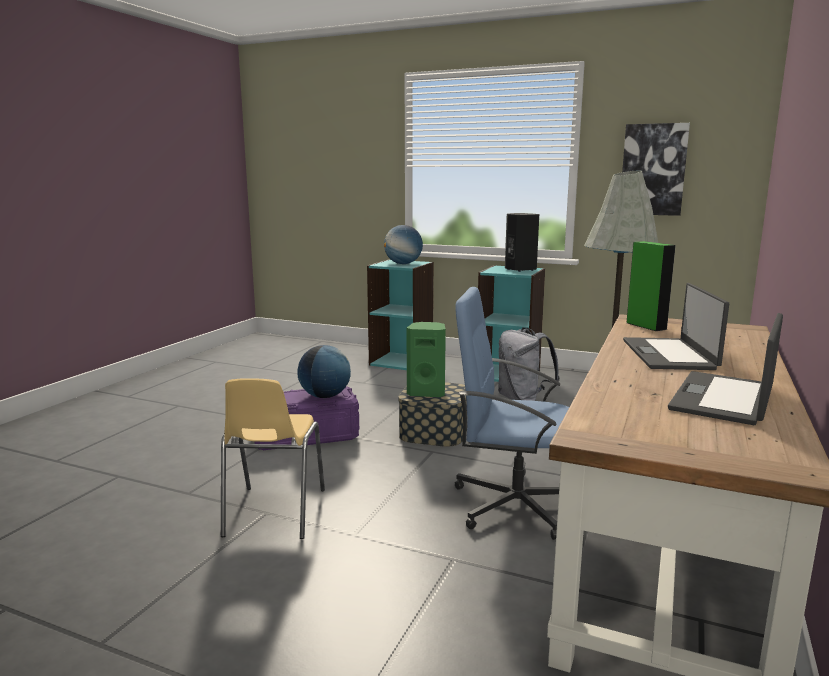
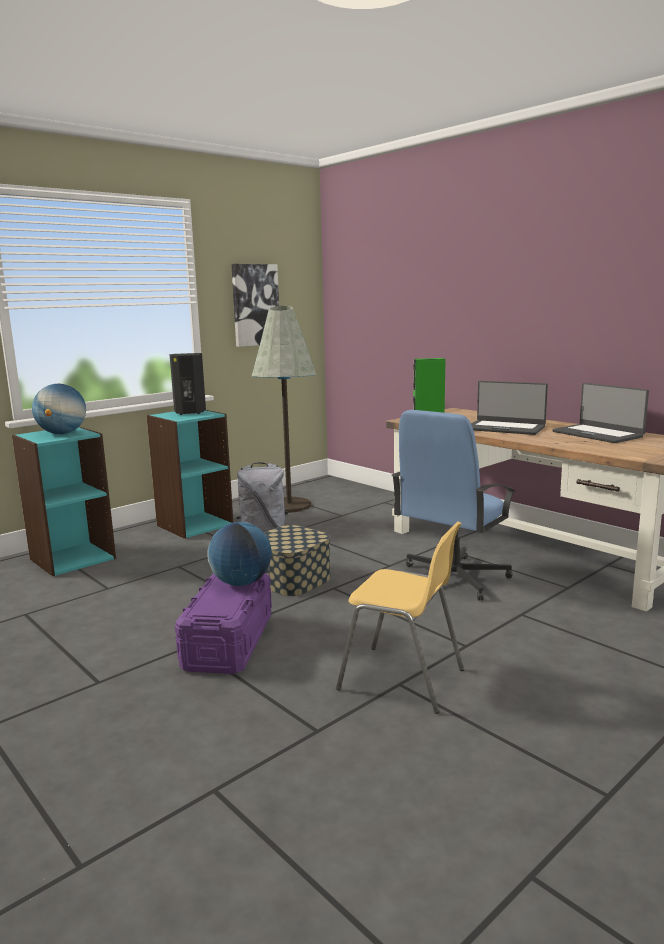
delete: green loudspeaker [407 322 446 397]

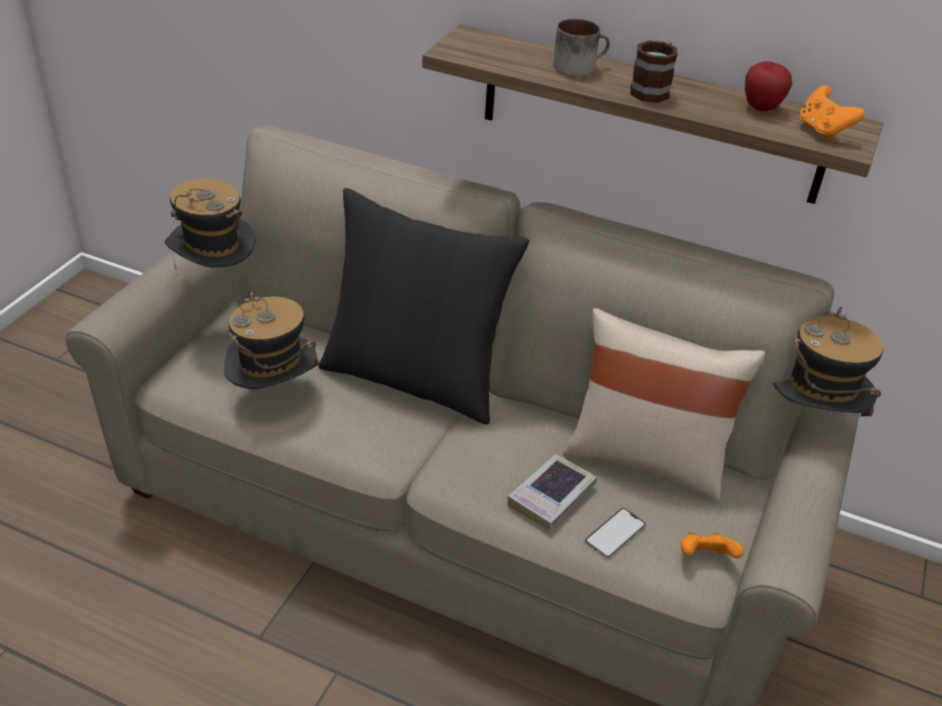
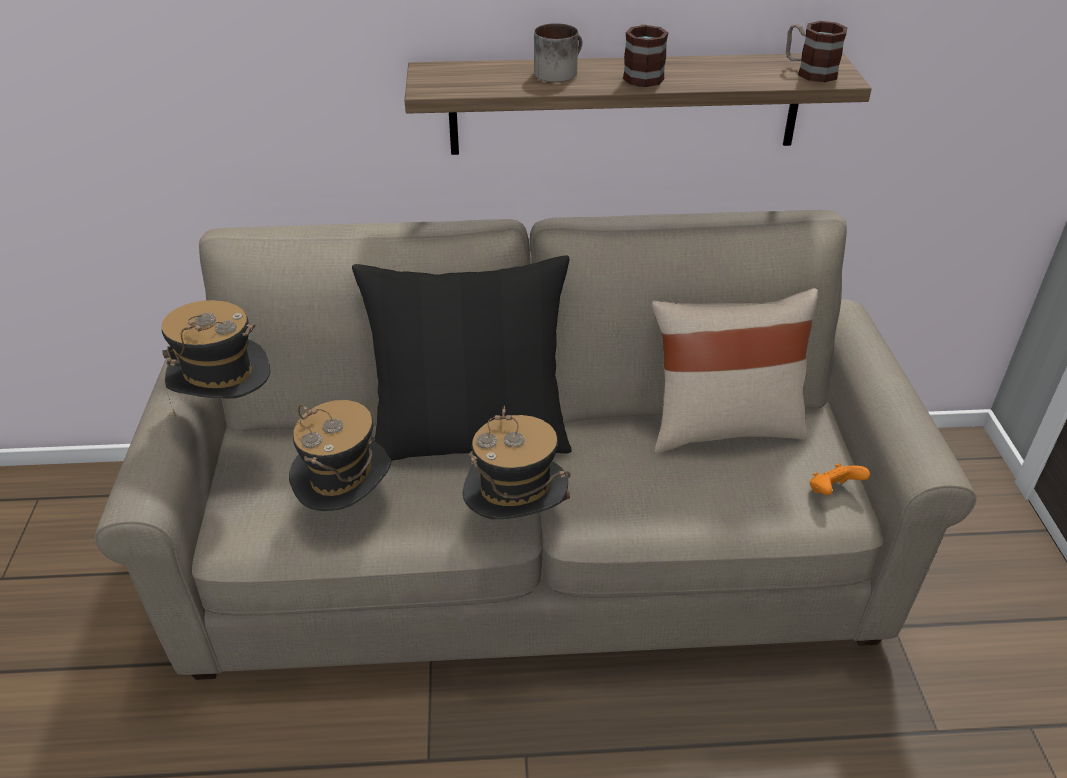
delete: apple fruit [745 61 792 111]; volume [508 454 597 530]; handset [585 508 646 558]
move: hat [773 307 883 416] to [463 406 571 519]
replace: orange gamepad [799 86 865 140] to tea mug [786 21 848 82]

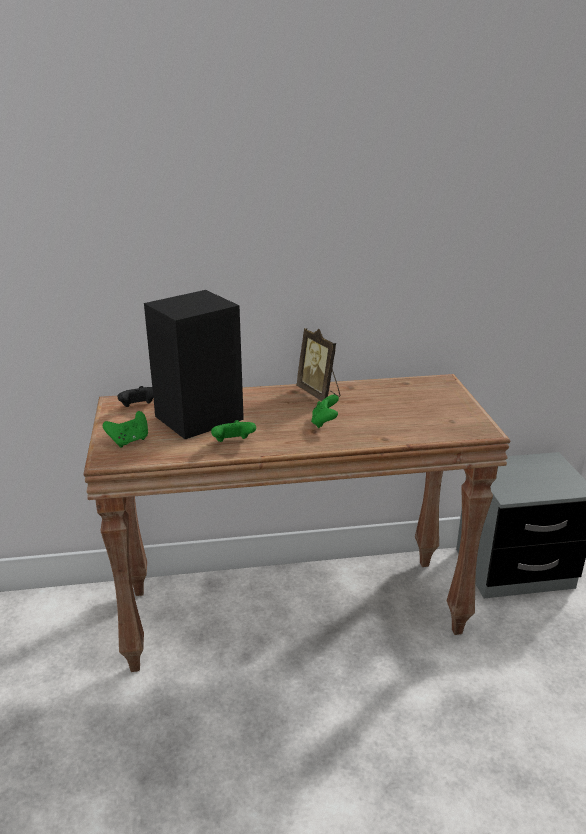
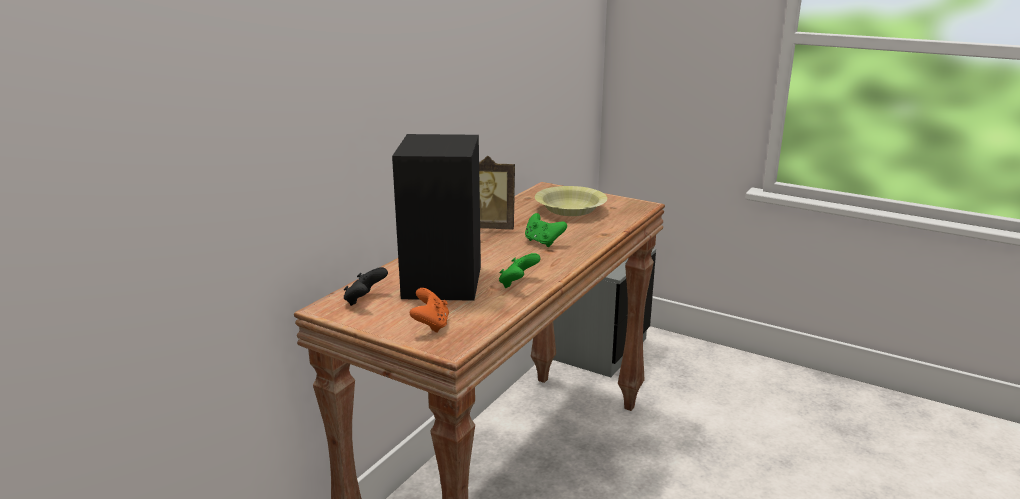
insert: yellow-coloured bowl [535 186 607 216]
recolor: green gamepad [103 411 148 447] to orange gamepad [410 288 449 333]

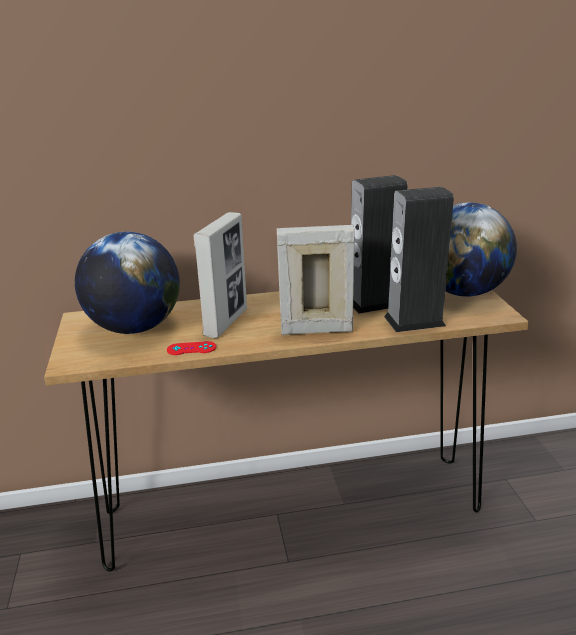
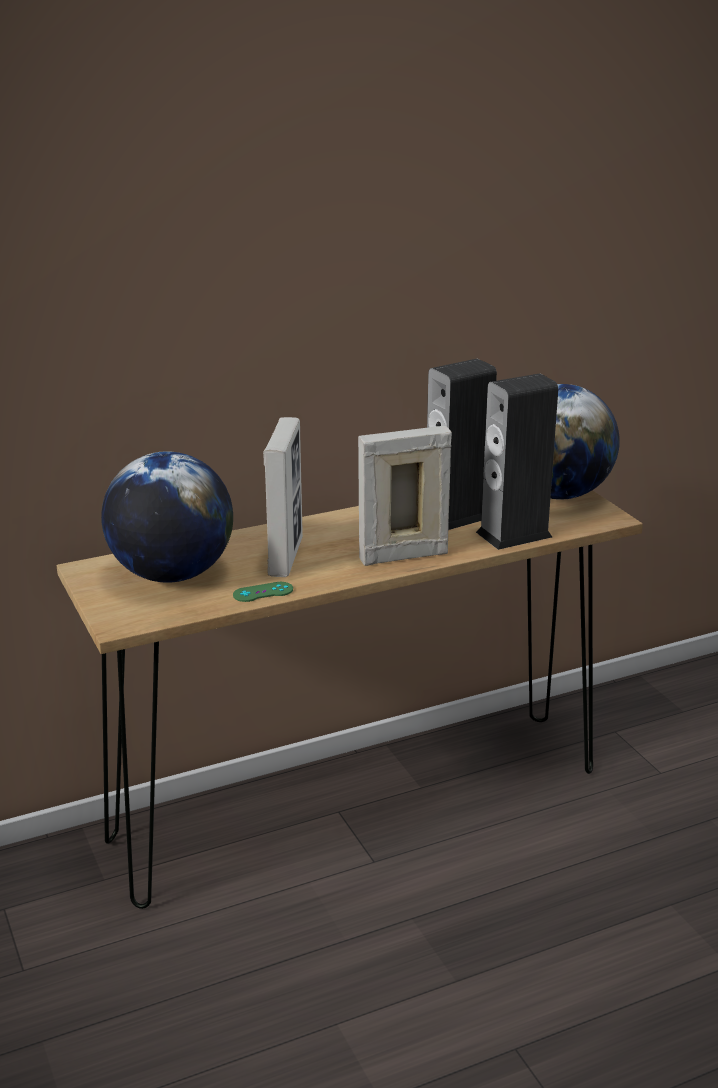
recolor: red-coloured gamepad [167 341 216 355] to green gamepad [233 582 293 602]

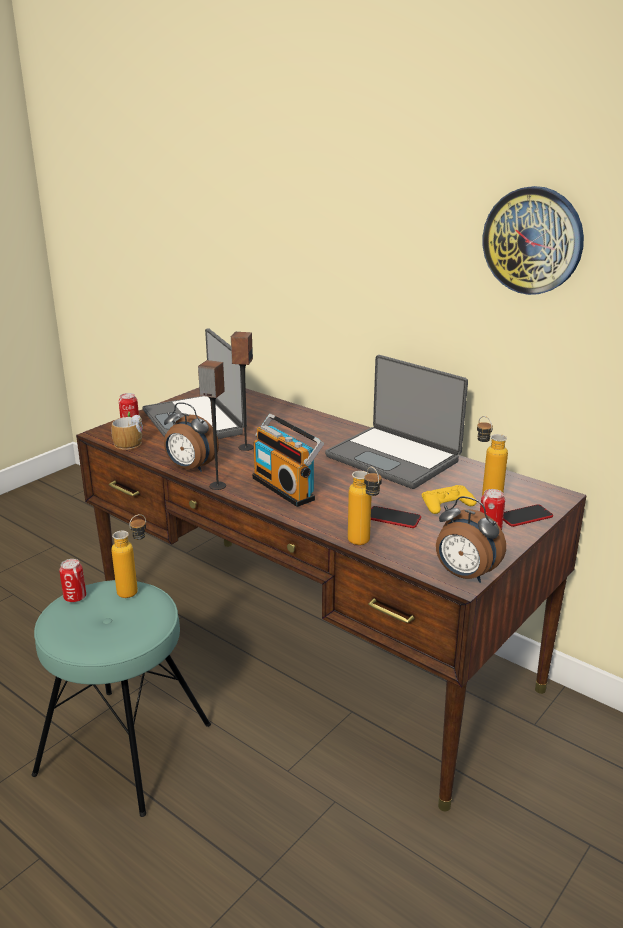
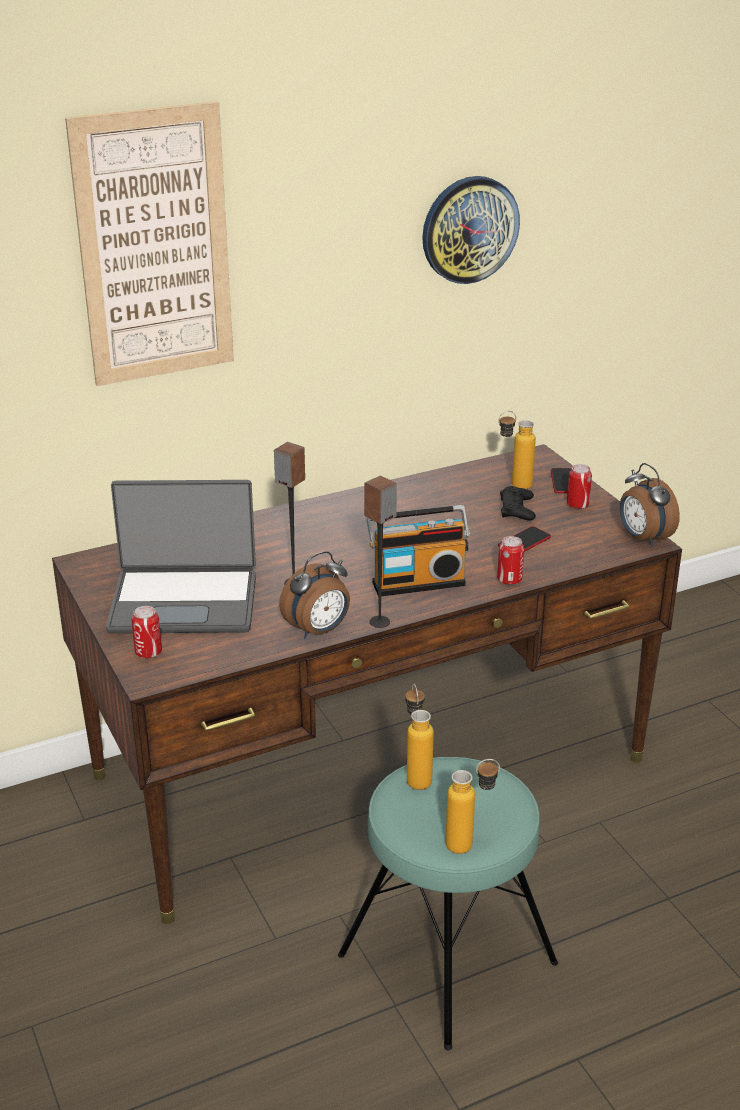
delete: laptop [325 355 468 489]; tea mug [111 412 143 450]
insert: picture [65 101 234 386]
move: beverage bottle [348 467 382 545] to [445 759 500 854]; sealed can [59 559 86 602] to [497 536 524 585]
recolor: yellow-coloured gamepad [422 485 477 514] to black-coloured gamepad [500 486 536 520]
rotate: table clock [436 496 506 583] = [620 463 680 547] 90 degrees clockwise

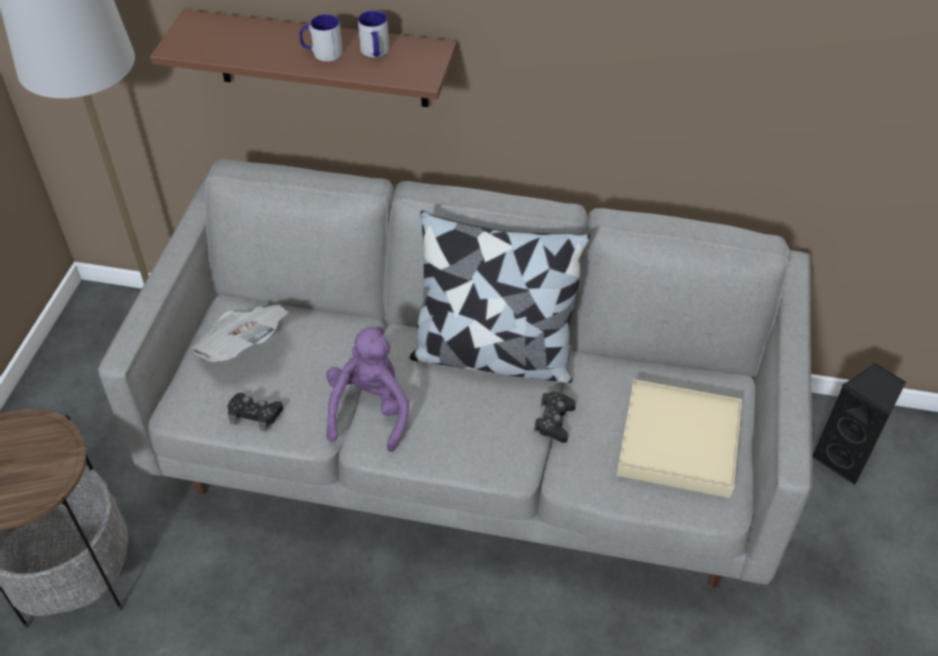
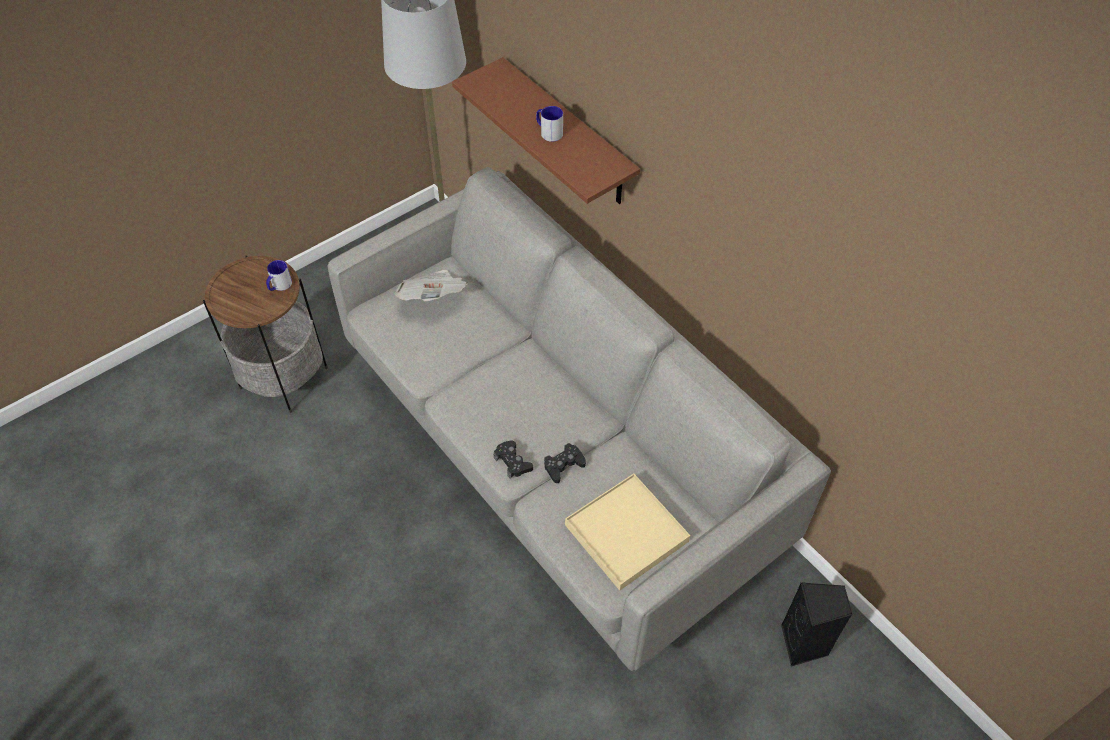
delete: throw pillow [409 210 590 383]; purplish plush toy [326 326 409 452]
move: tea mug [358 11 389 58] to [266 260 292 291]; black-coloured gamepad [228 393 283 432] to [494 440 533 479]

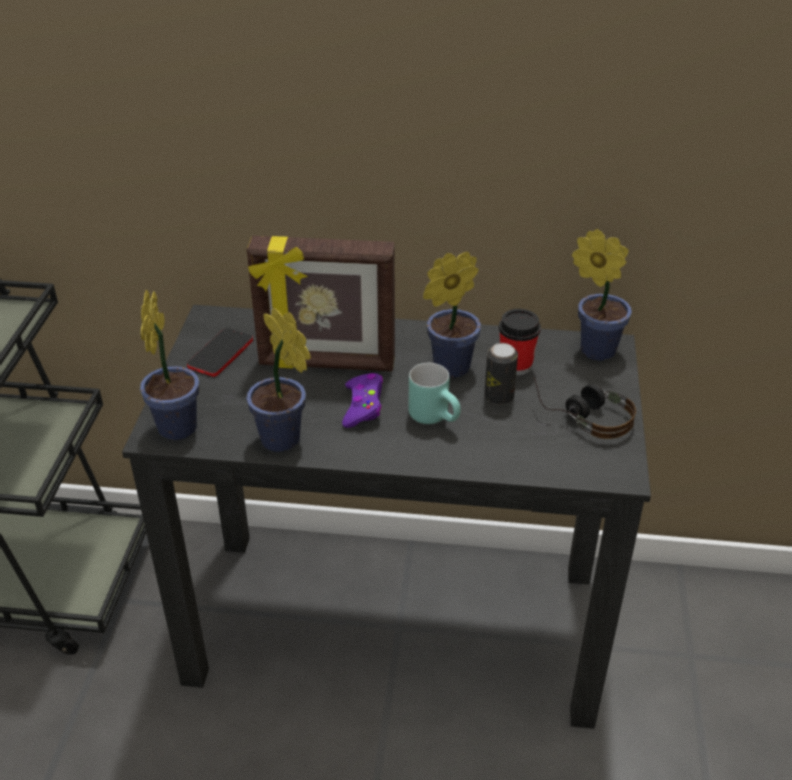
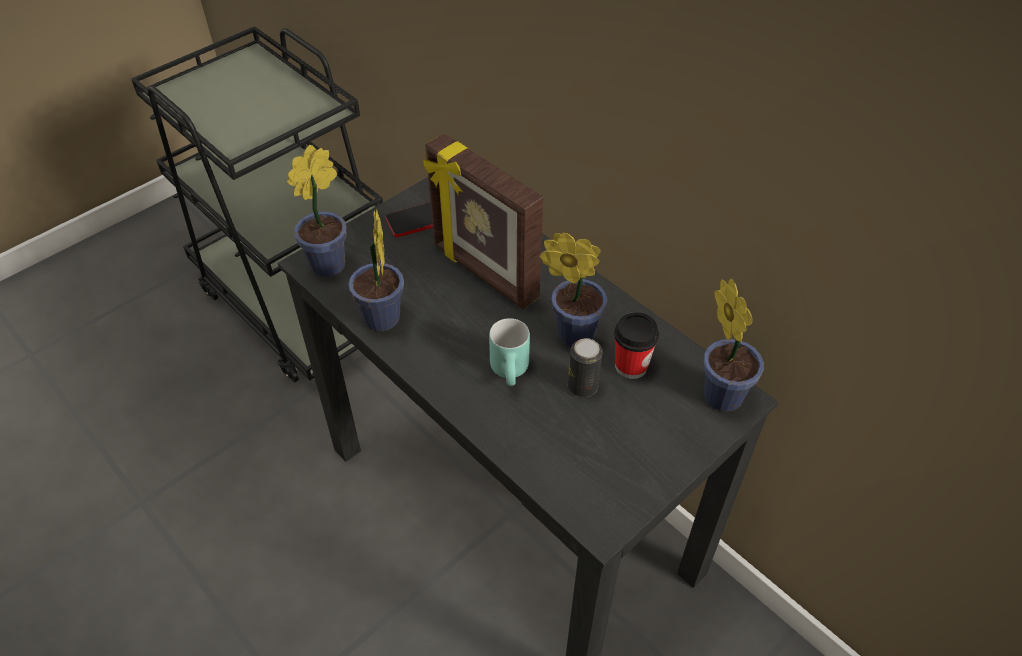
delete: purplish gamepad [342 373 383 428]; headphones [534 377 636 439]

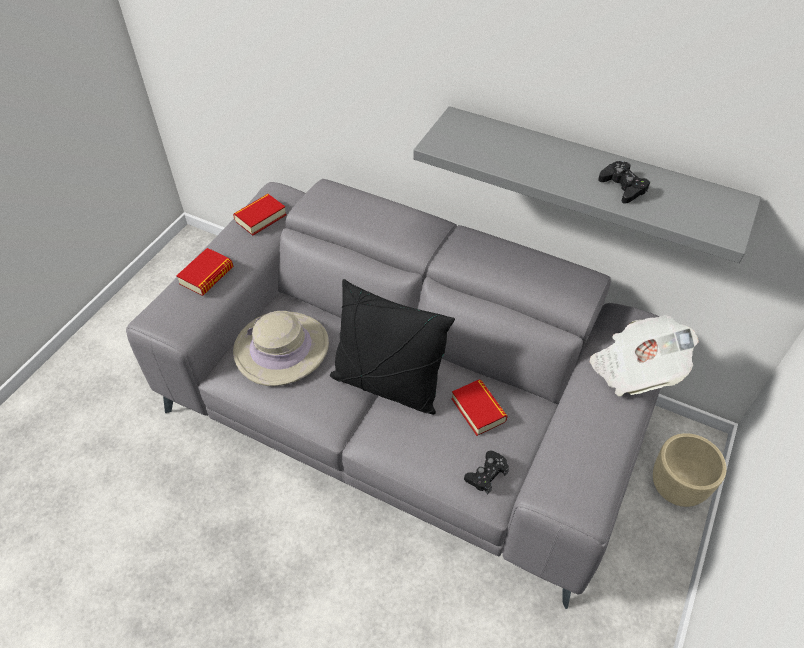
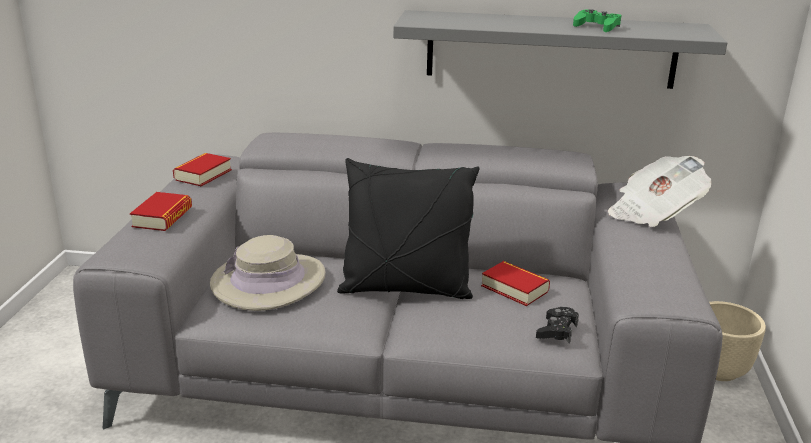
recolor: black-coloured gamepad [598 161 650 204] to green gamepad [573 9 622 32]

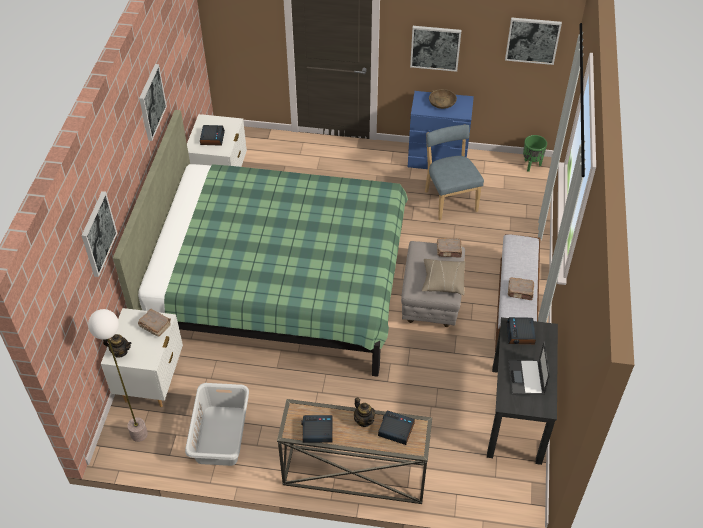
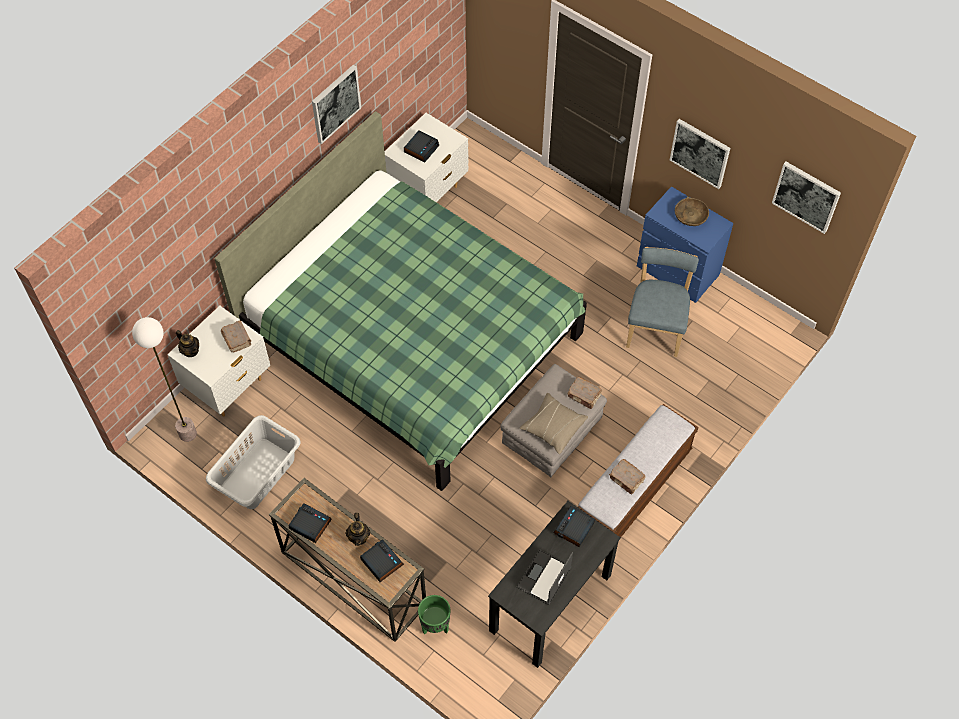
delete: picture [81 191 117 277]
move: green flower pot [523 135 547 172] to [418 595 450 634]

